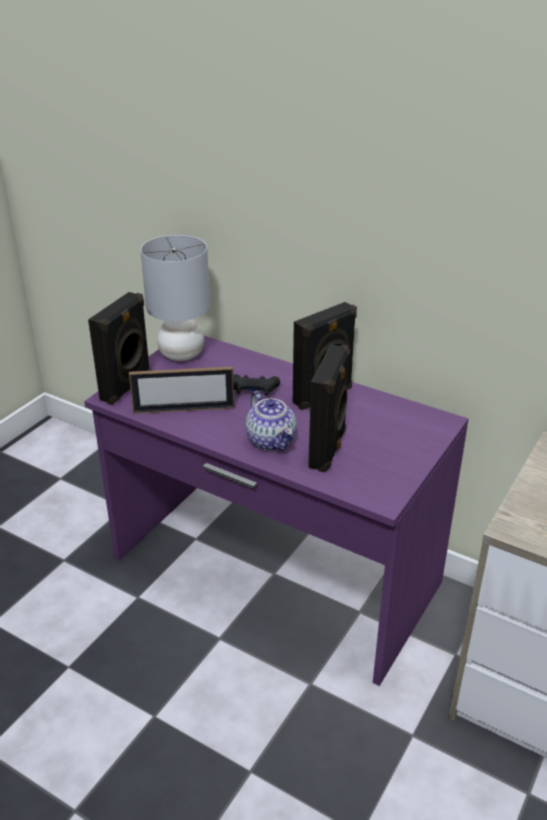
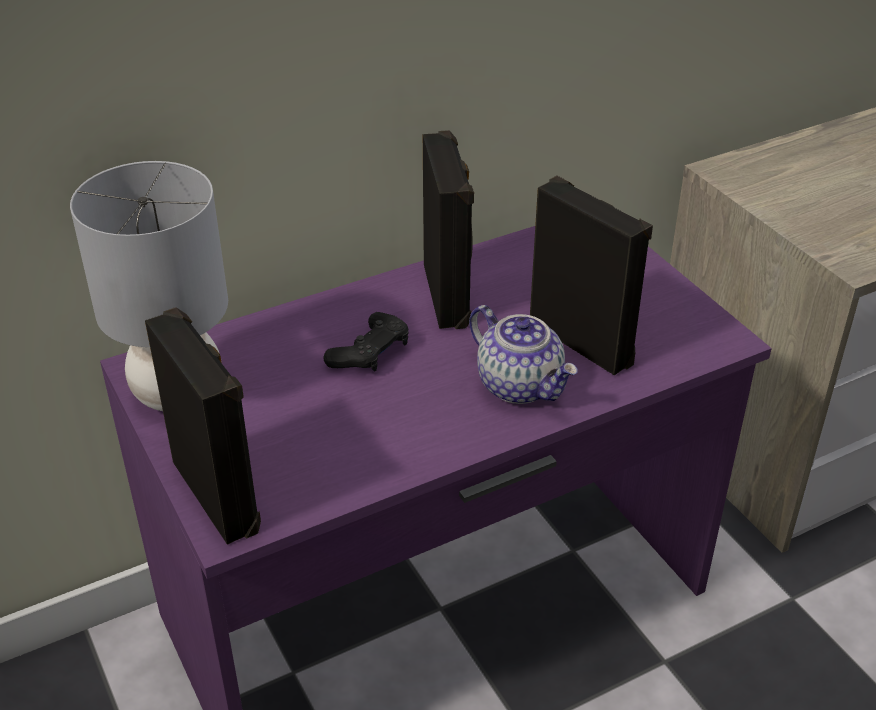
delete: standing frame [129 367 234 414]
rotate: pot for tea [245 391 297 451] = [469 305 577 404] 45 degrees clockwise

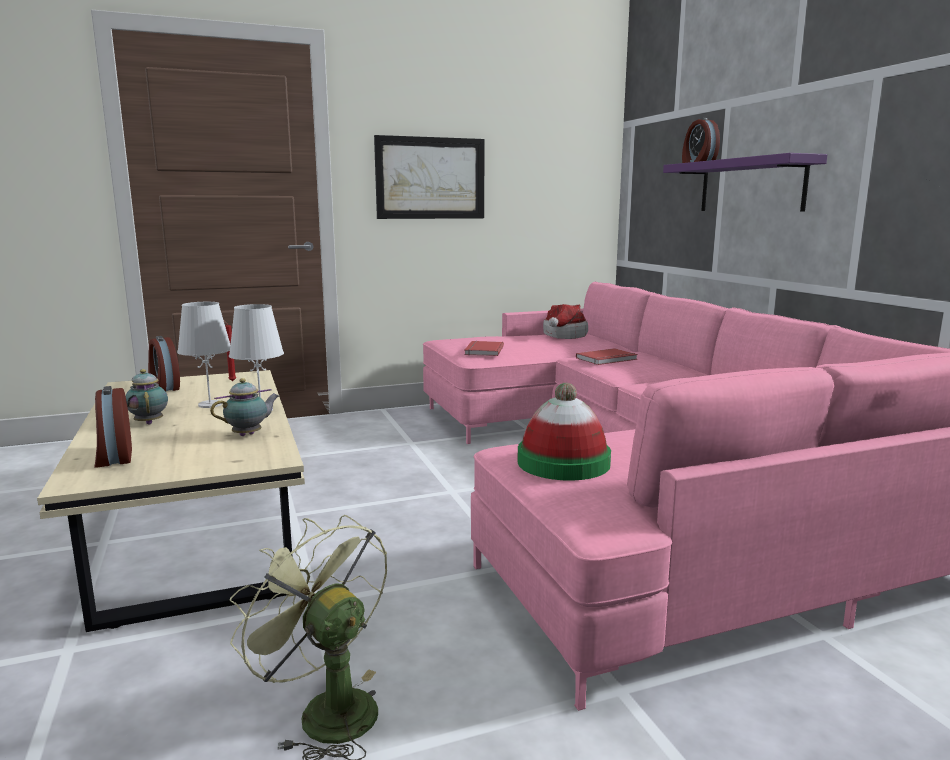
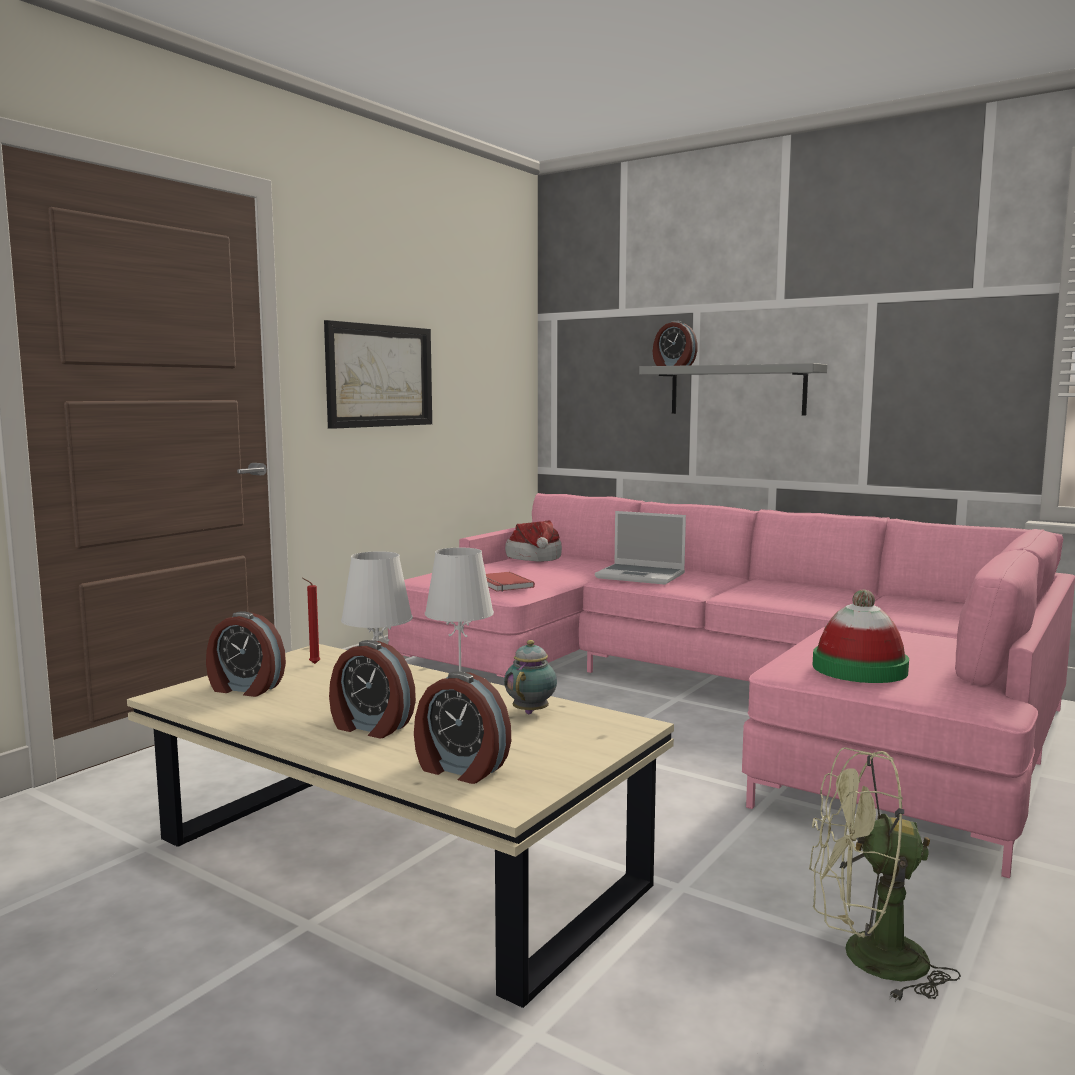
replace: red-coloured volume [576 348 638 365] to laptop [595 511 686 585]; pot for tea [125 369 168 425] to table clock [329 640 416 738]
recolor: purplish wall shelf [663 153 828 211] to grey wall shelf [639 363 827 416]

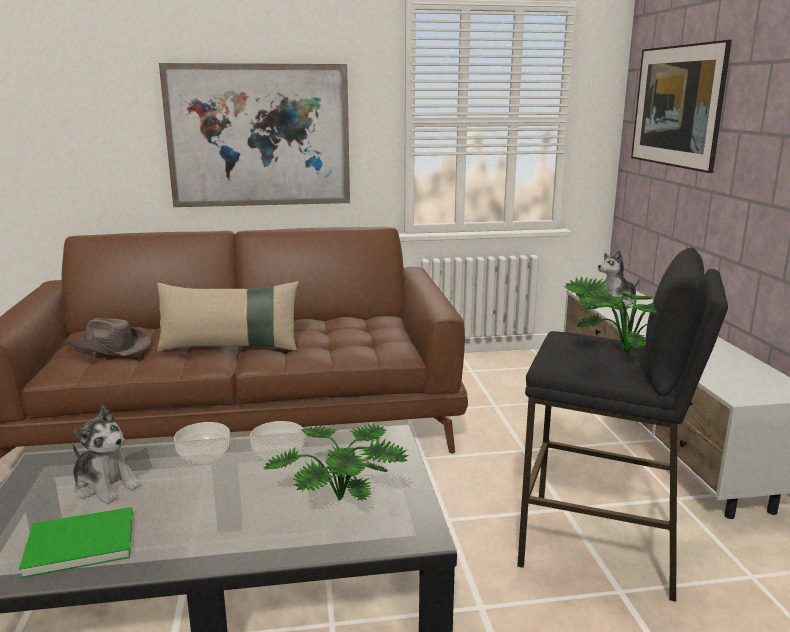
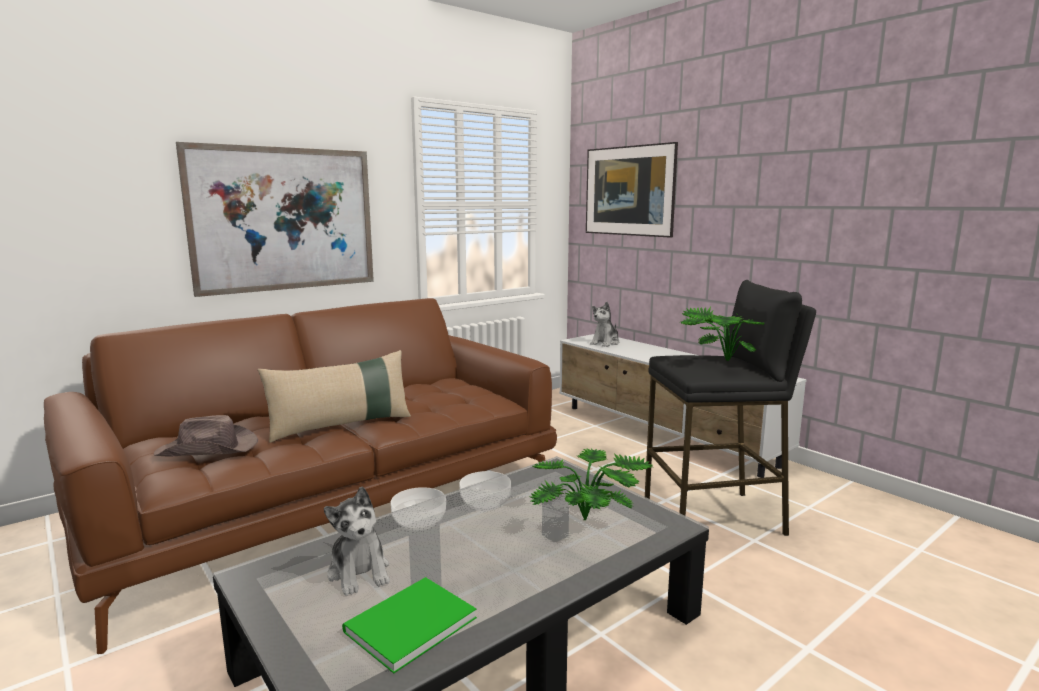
rotate: plush toy [72 406 142 504] = [324 487 390 596] 60 degrees clockwise

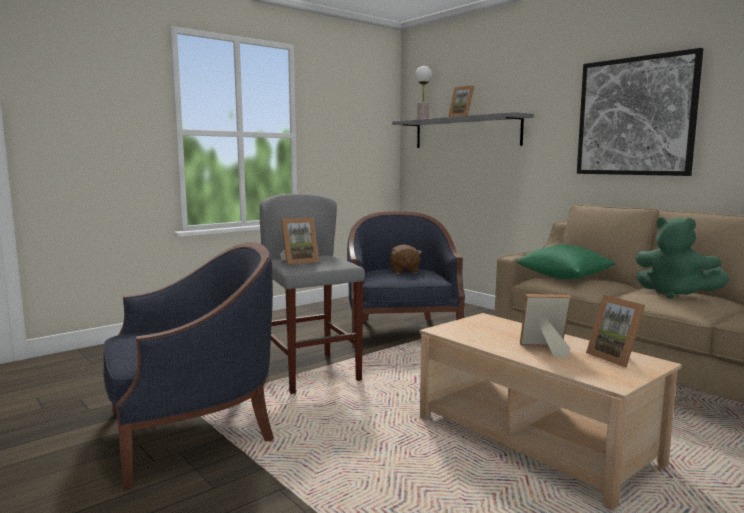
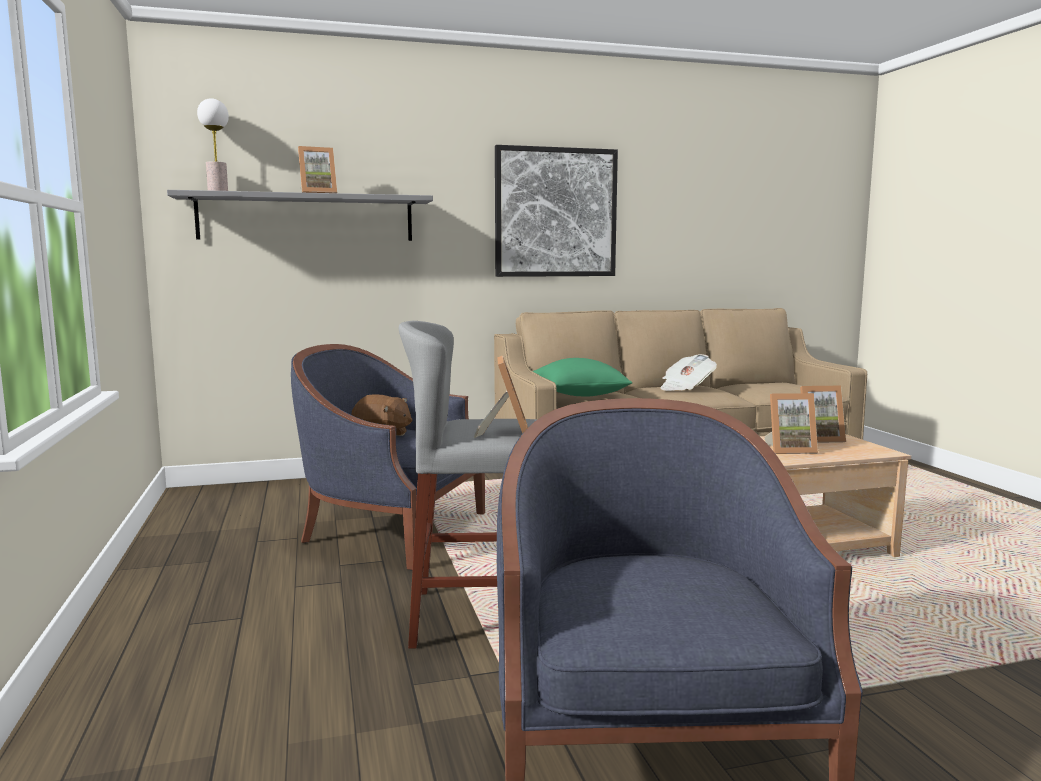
replace: green plush toy [635 217 730 299] to printed paper [660 354 717 391]
rotate: standing frame [520 294 571 359] = [764 393 818 454] 120 degrees counterclockwise

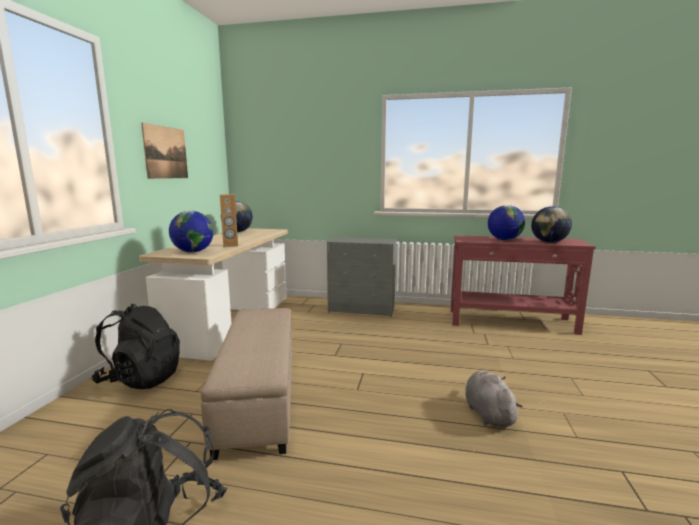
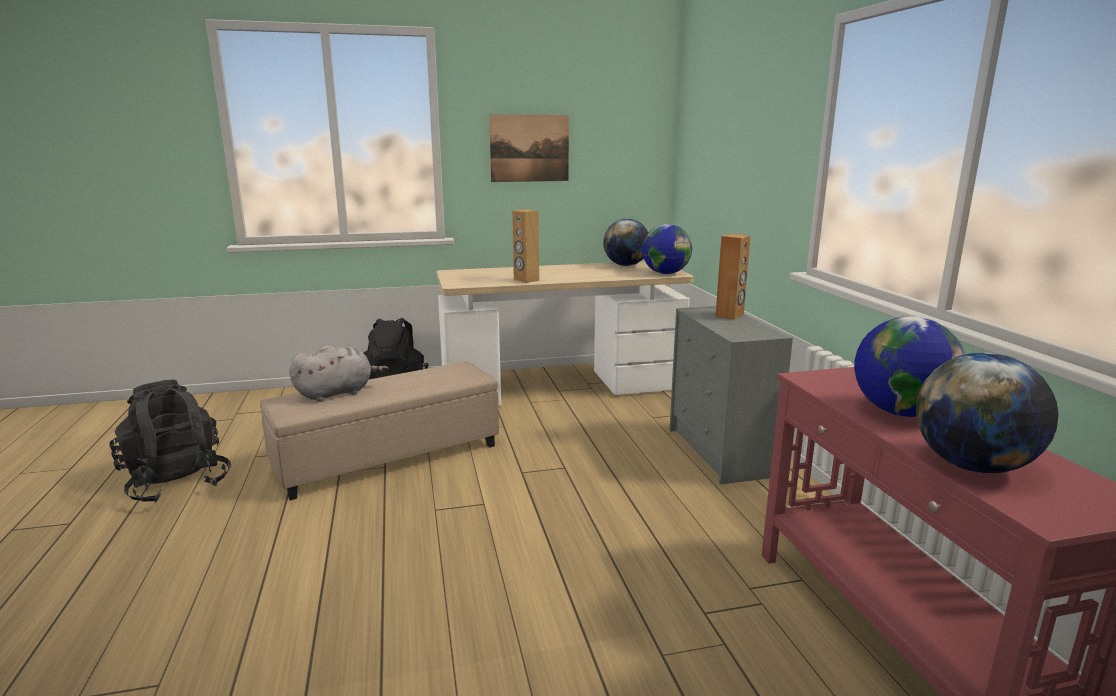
insert: brown loudspeaker [715 234 751 320]
move: desk globe [169 211 214 253] to [642 224 692 274]; grey plush toy [466 371 523 427] to [289 345 389 402]

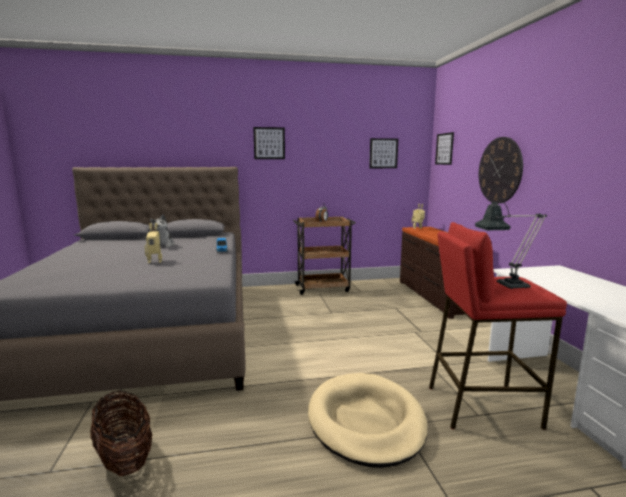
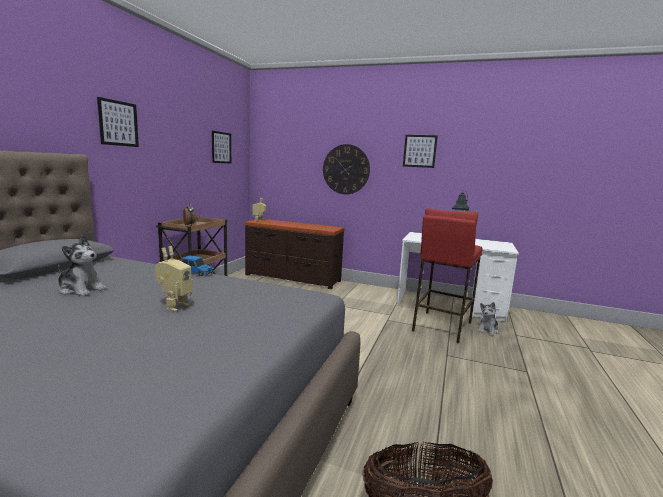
delete: beige pet bed [308 373 428 468]
insert: plush toy [478 302 499 336]
move: picture [435 132 454 165] to [403 135 438 168]

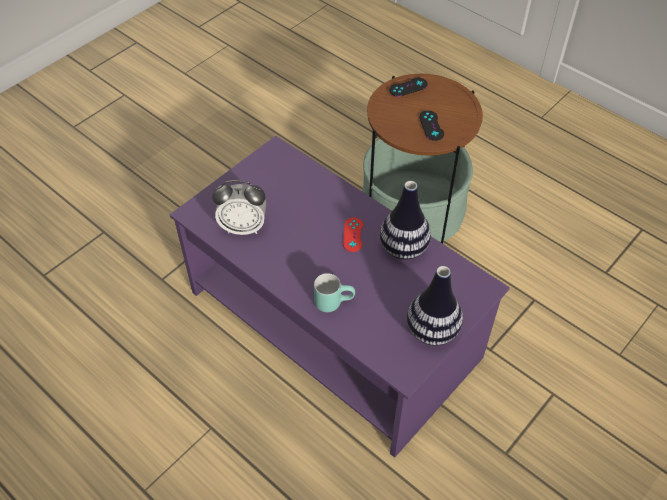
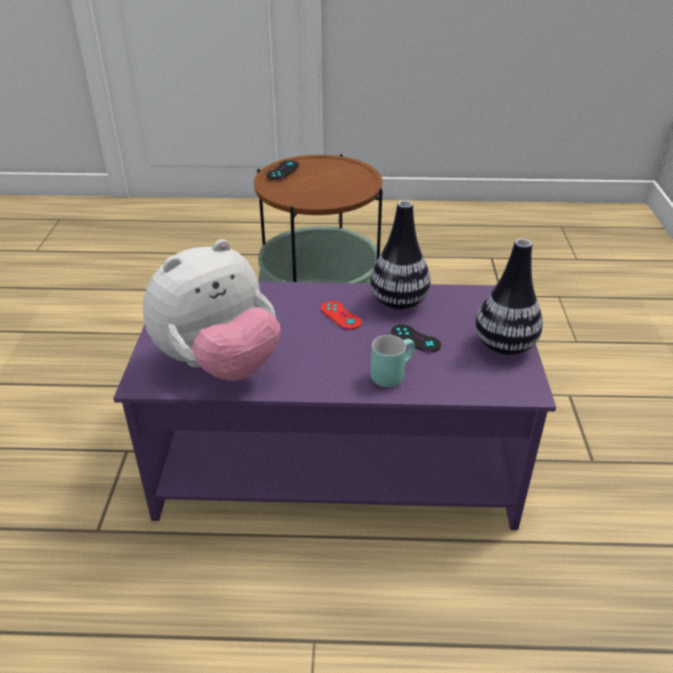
move: black-coloured gamepad [419 111 444 141] to [391 325 441 353]
replace: table clock [212 180 266 235] to plush toy [143 239 280 381]

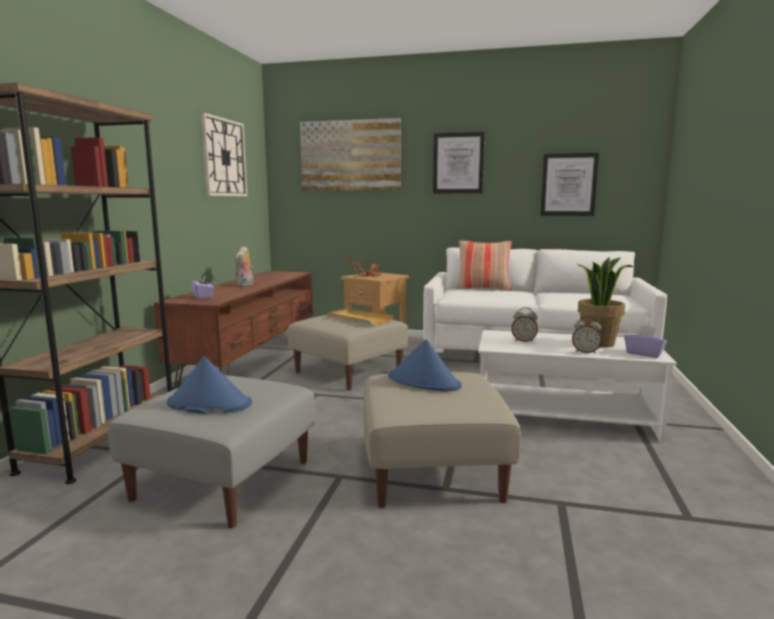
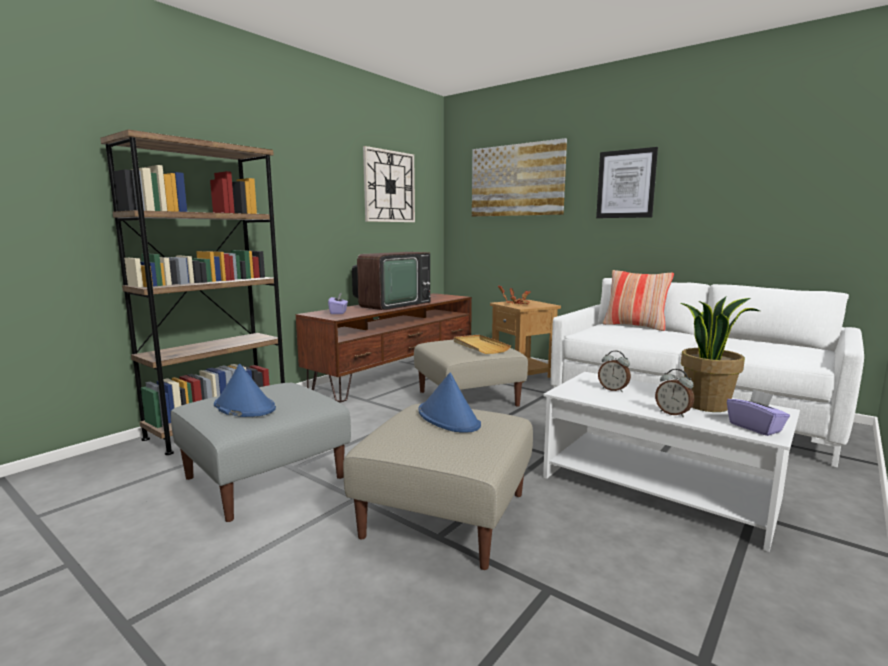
delete: picture [540 153 599 216]
replace: plush toy [235 246 254 286] to television [352 252 430 310]

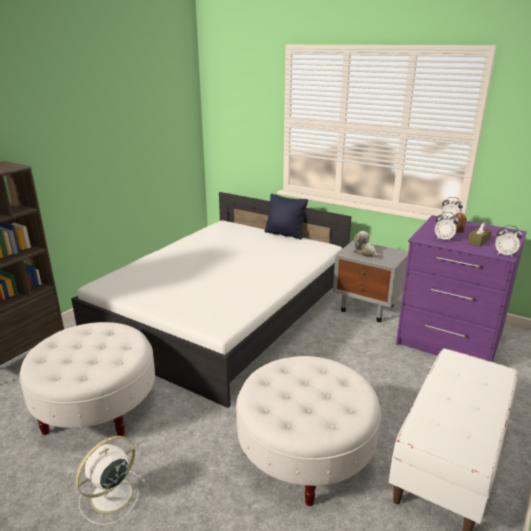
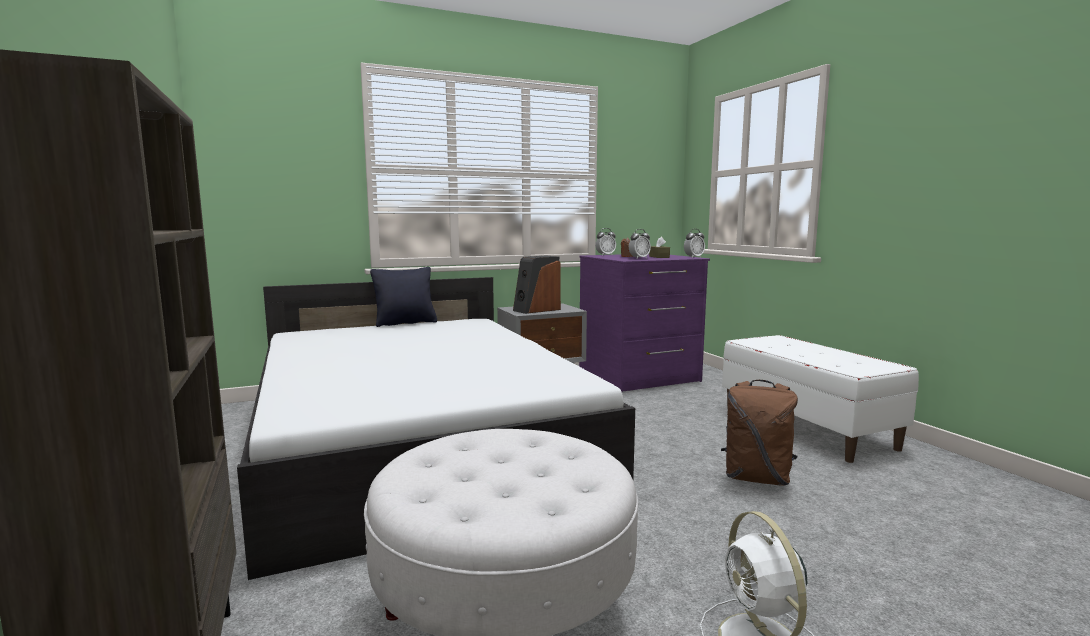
replace: plush toy [353 231 382 258] to loudspeaker [513 256 561 314]; white-coloured pouffe [236 356 381 506] to brown knapsack [721 380 798 486]

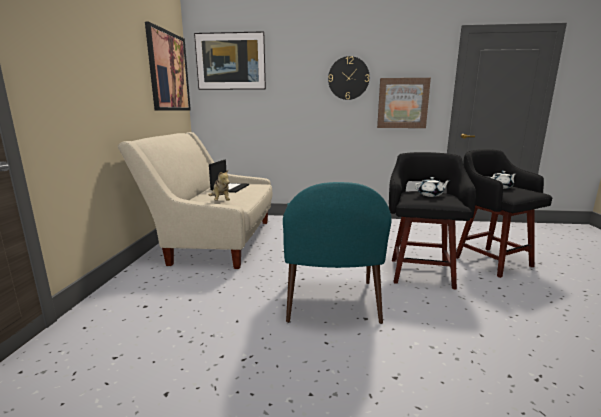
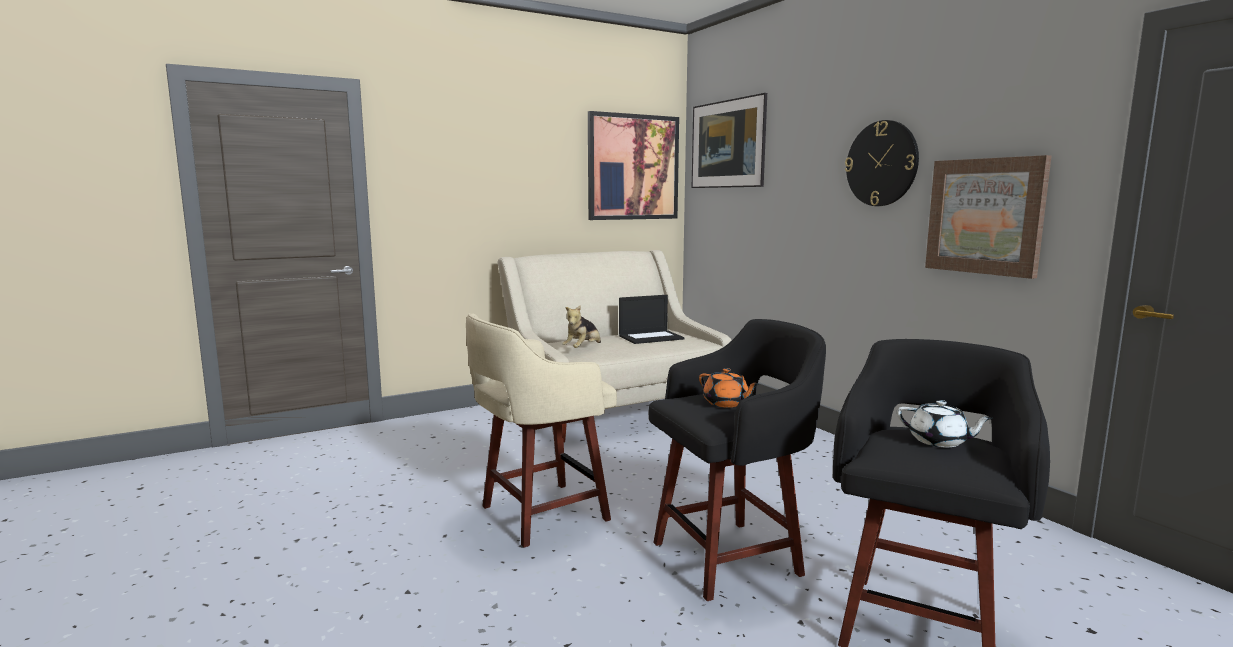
replace: blue-green armchair [283 182 392 324] to beige stool seat [466 313 617 548]
recolor: white-coloured pot for tea [415 177 450 197] to orange pot for tea [699 368 759 407]

